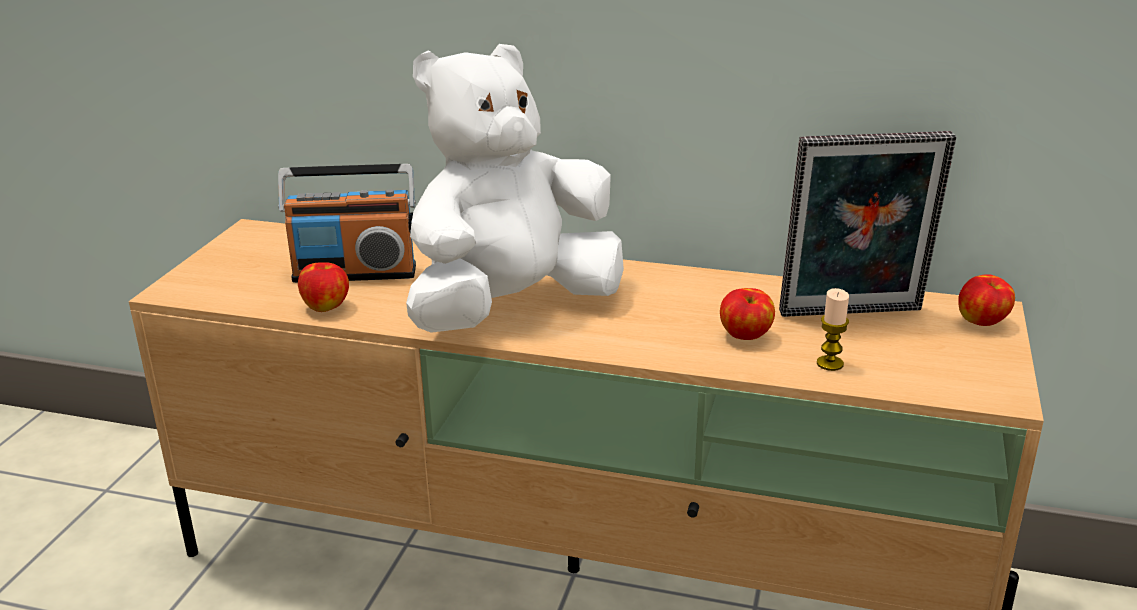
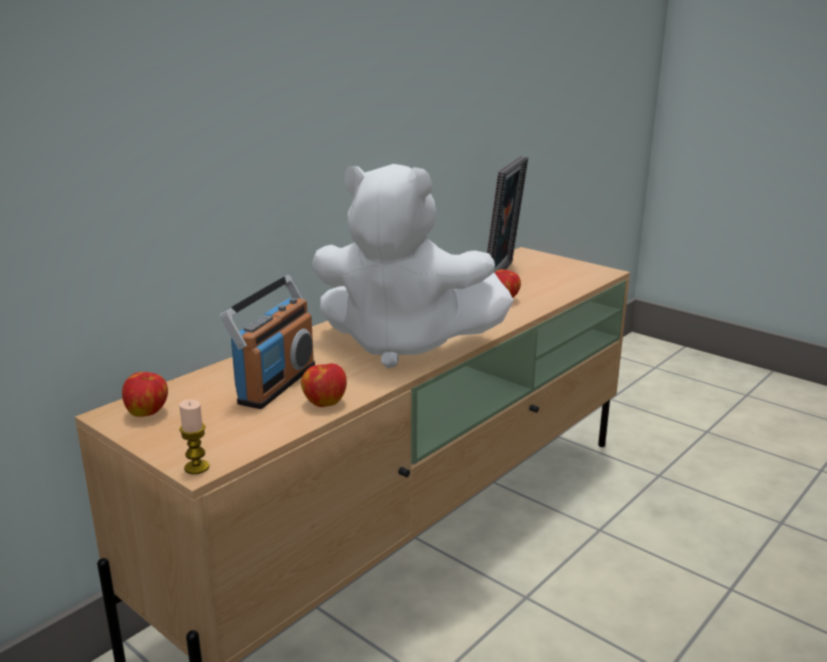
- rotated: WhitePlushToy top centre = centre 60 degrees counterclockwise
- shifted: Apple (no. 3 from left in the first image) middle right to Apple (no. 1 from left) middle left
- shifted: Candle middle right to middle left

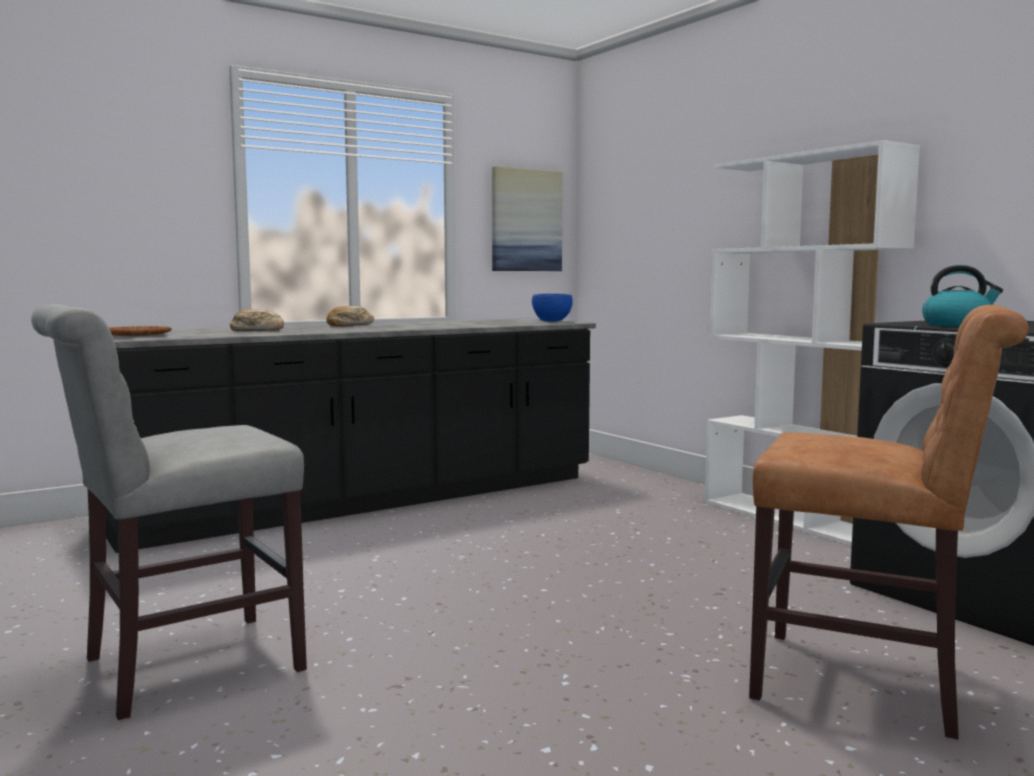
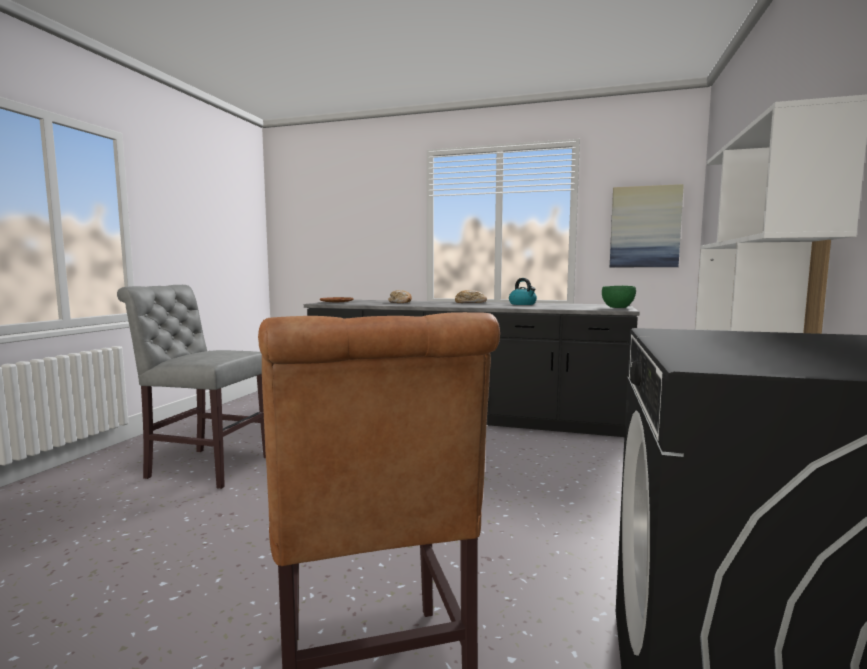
- shifted: Kettle middle right to centre
- repainted: BlueBowl centre to GreenBowl middle right

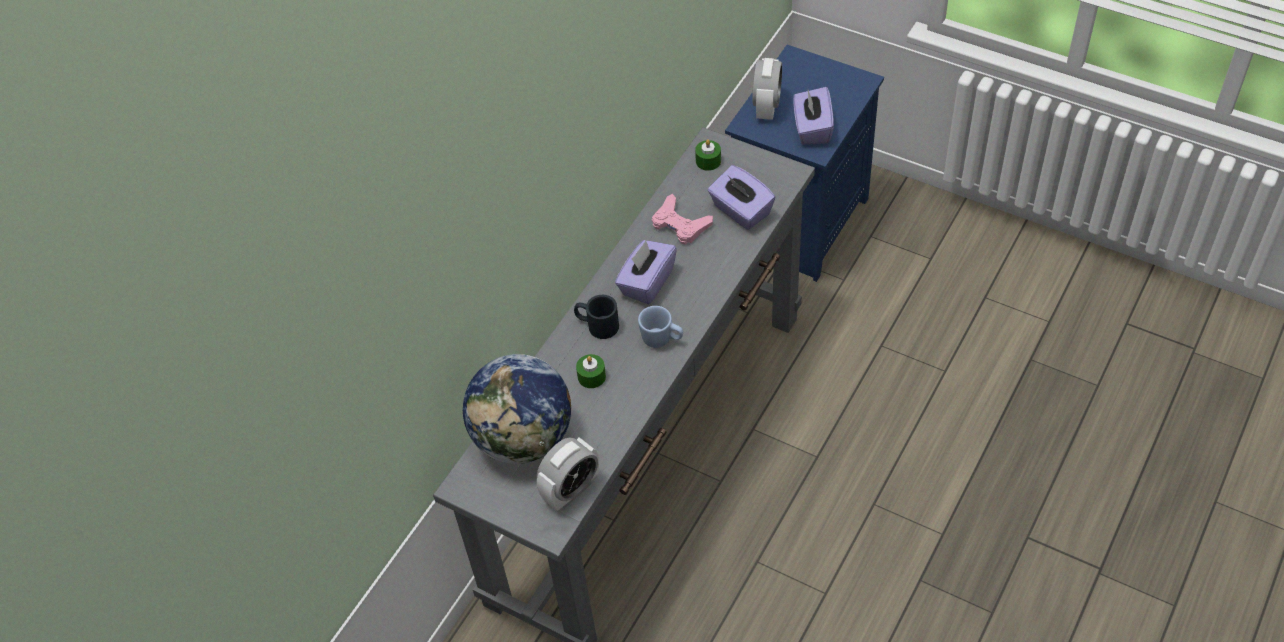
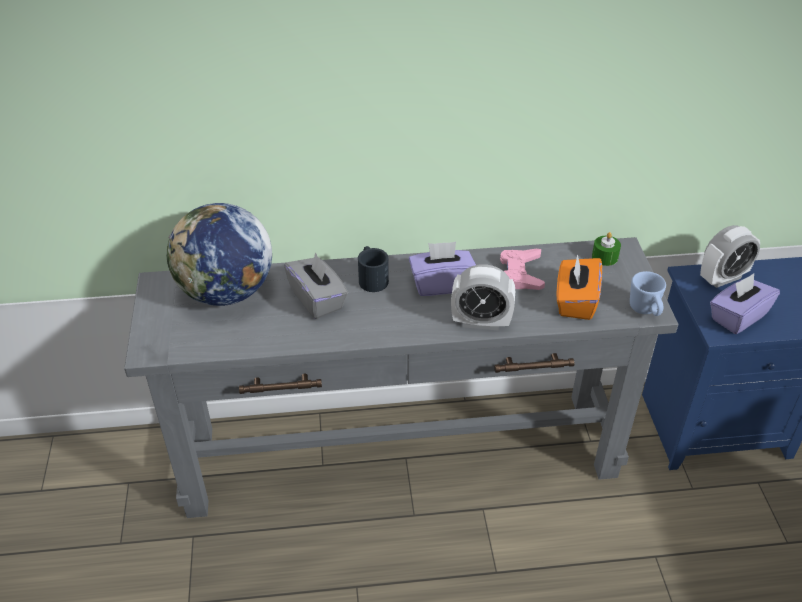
- repainted: PurpleTissueBox (no. 2 from left) top centre to OrangeTissueBox middle right
- shifted: BlueMug centre to middle right
- swapped: GreenCandle (no. 1 from left) centre to GreyTissueBox centre
- shifted: AlarmClock (no. 1 from left) bottom centre to centre

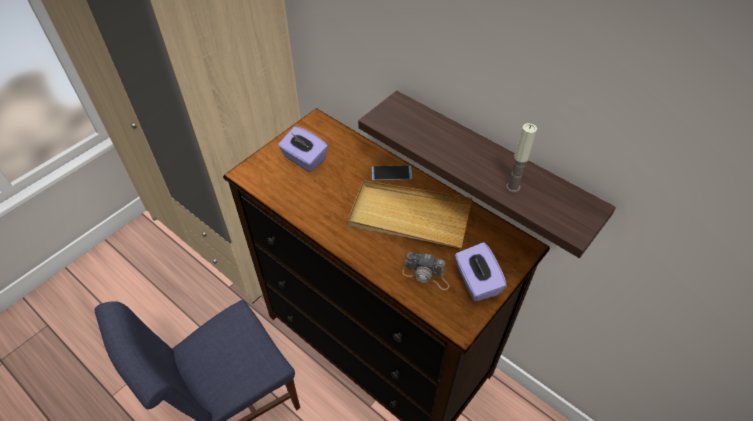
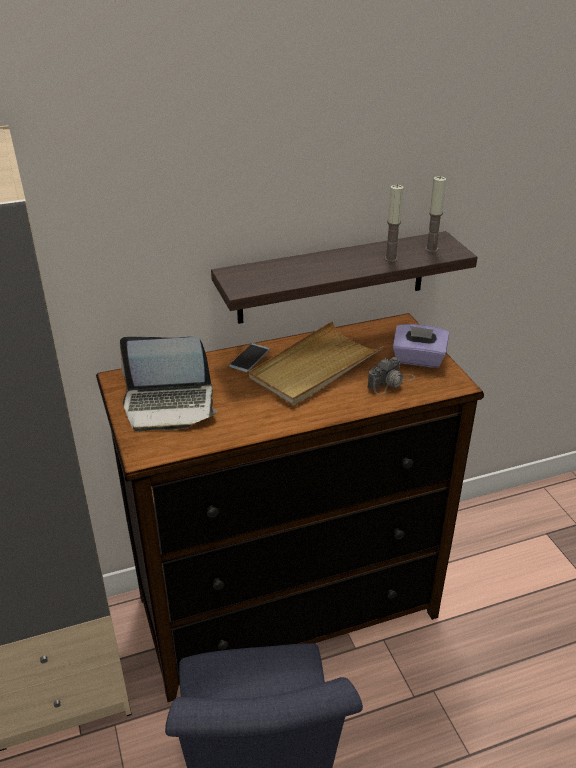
- swapped: PurpleTissueBox (no. 1 from left) centre to Laptop middle left
- new: Candle (no. 2 from left) top right

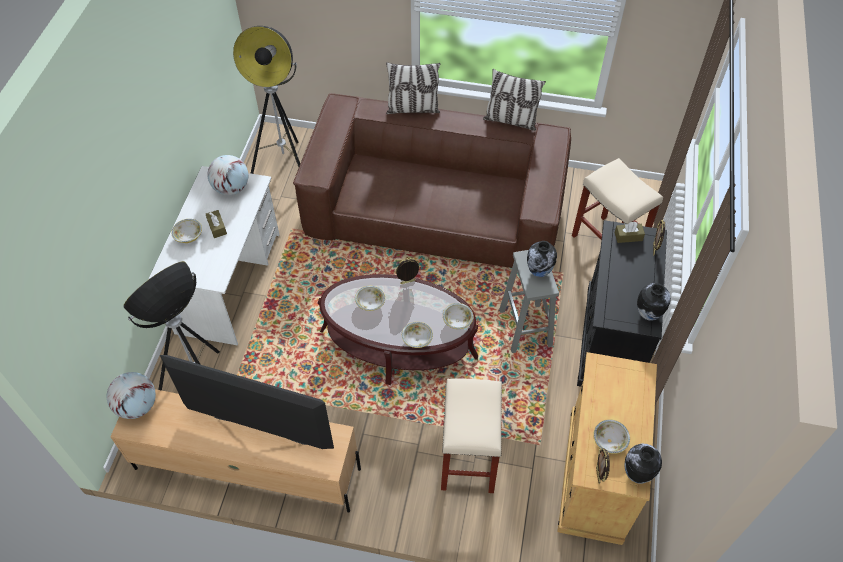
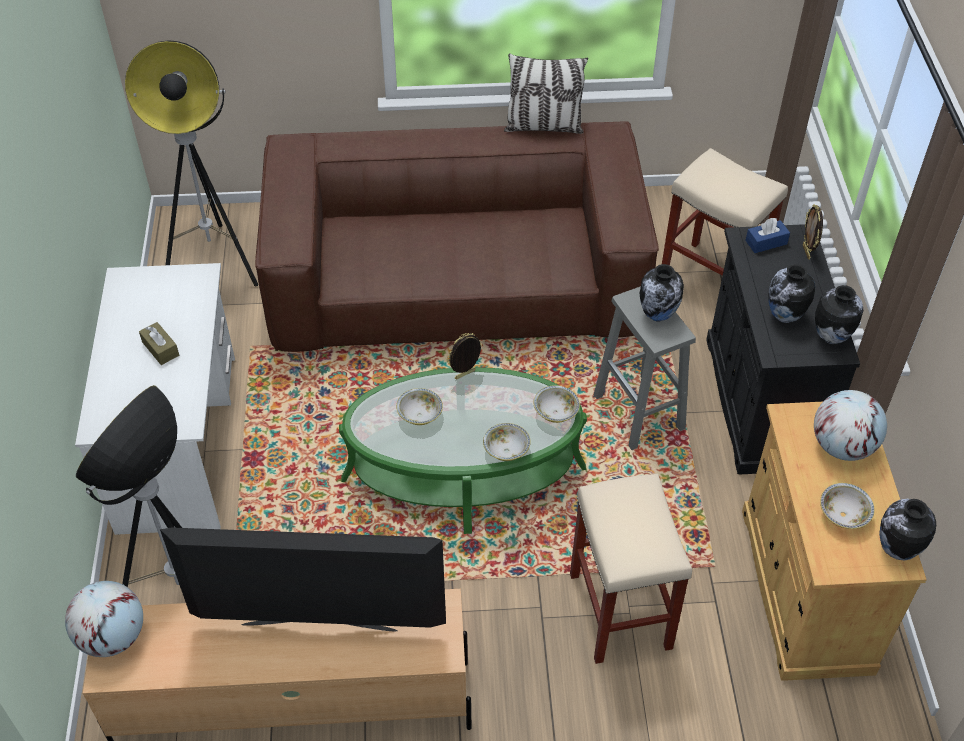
- gone: Pillow (no. 1 from left) top centre
- shifted: Globe (no. 2 from left) top left to middle right
- gone: Bowl (no. 1 from left) middle left
- repainted: BrownTissueBox (no. 2 from left) middle right to BlueTissueBox top right
- repainted: BrownCoffeeTable centre to GreenCoffeeTable centre
- gone: PictureFrame (no. 2 from left) bottom right
- new: Vase (no. 2 from left) middle right

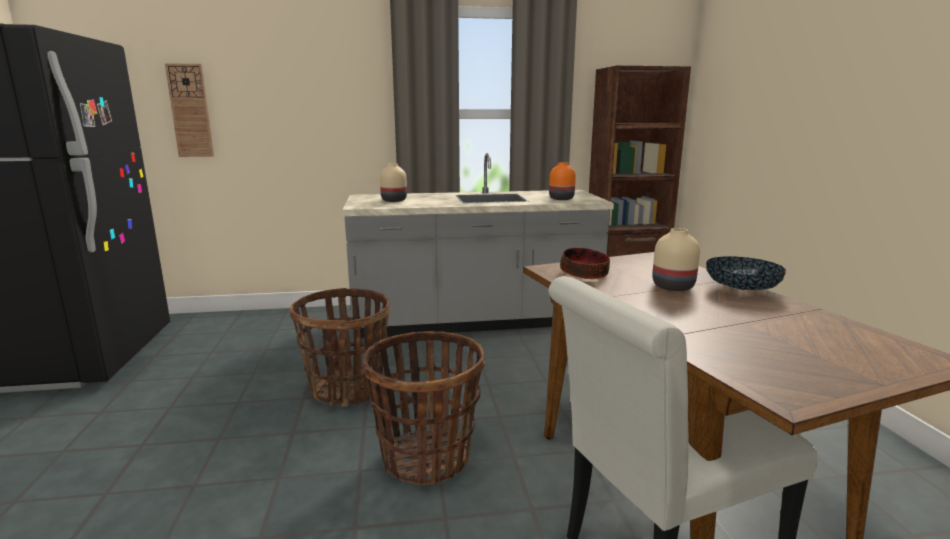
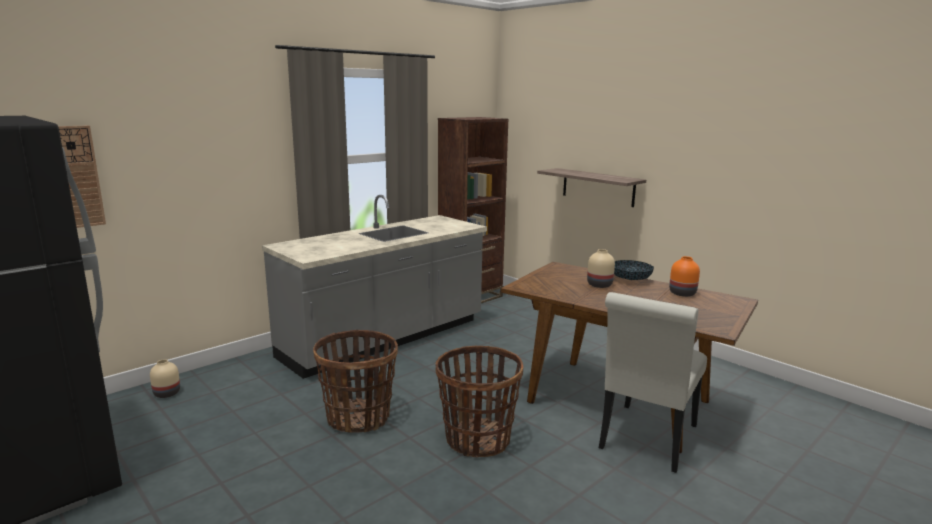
- shifted: OrangeVase centre to middle right
- shifted: BeigeVase (no. 1 from left) centre to bottom left
- gone: Bowl (no. 1 from left) centre
- new: Shelf centre

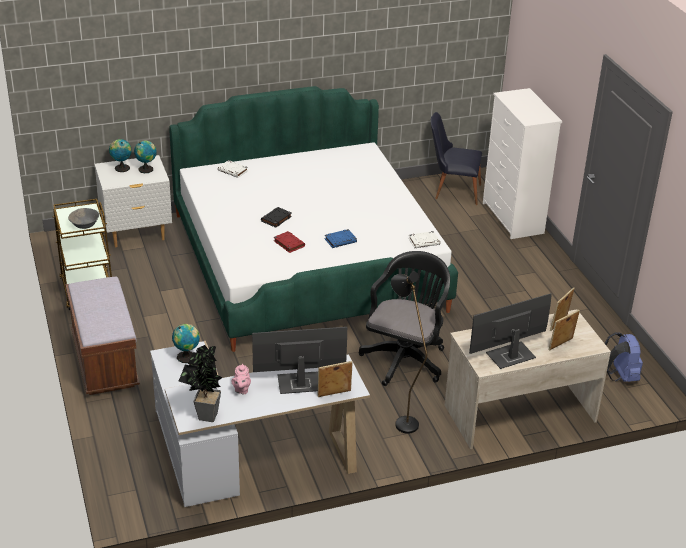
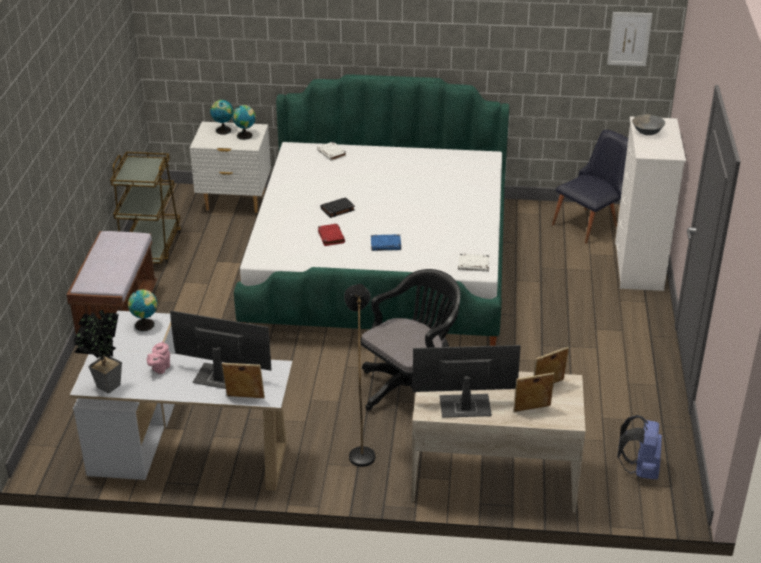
- rotated: BlackChair top centre = top right 105 degrees clockwise
- shifted: GreyBowl middle left to top right
- new: Picture top right

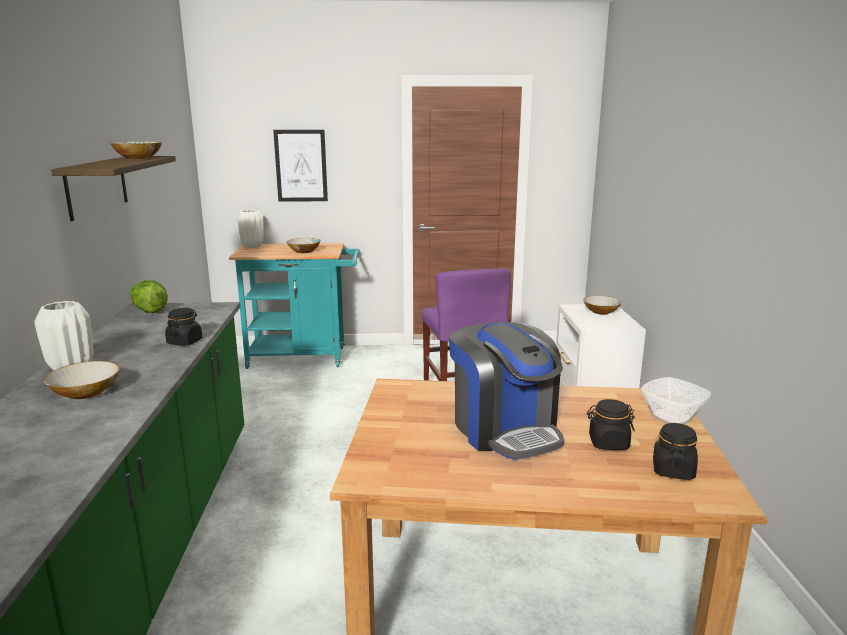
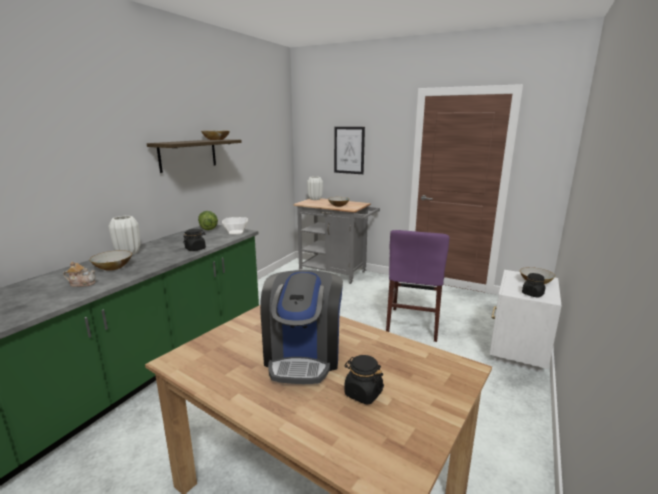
- repainted: TurquoiseCart centre to GreyCart centre
- shifted: Bowl (no. 5 from left in the first image) middle right to Bowl (no. 3 from left) centre
- shifted: BlackJar (no. 3 from left) bottom right to middle right
- new: Teapot middle left

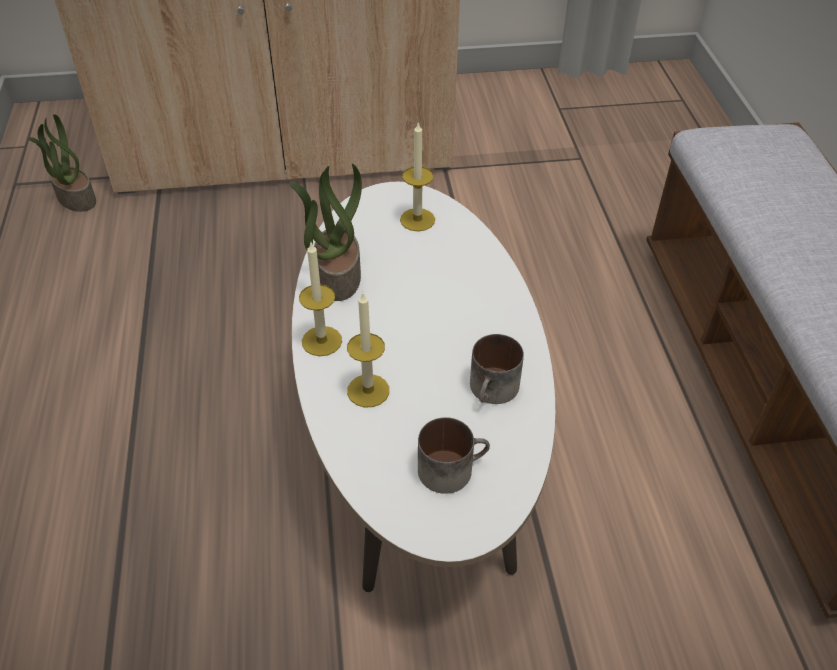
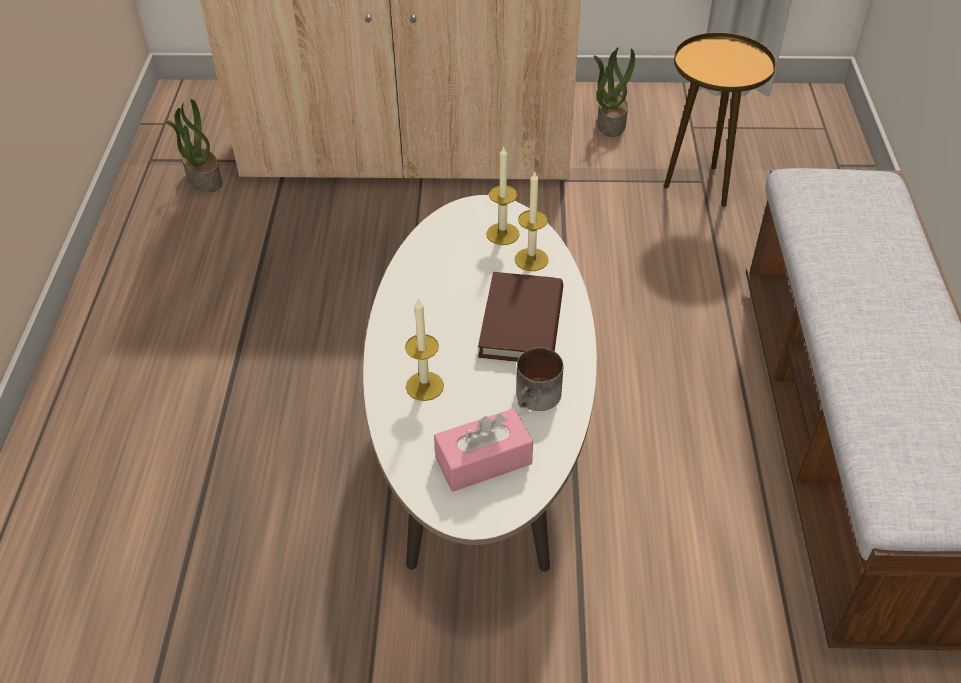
- shifted: PottedPlant (no. 2 from left) centre to top centre
- shifted: Candle (no. 1 from left in the first image) centre to Candle (no. 3 from left) top centre
- swapped: Mug (no. 1 from left) bottom centre to PinkTissueBox centre
- new: BrownSideTable top right
- new: BrownBook centre

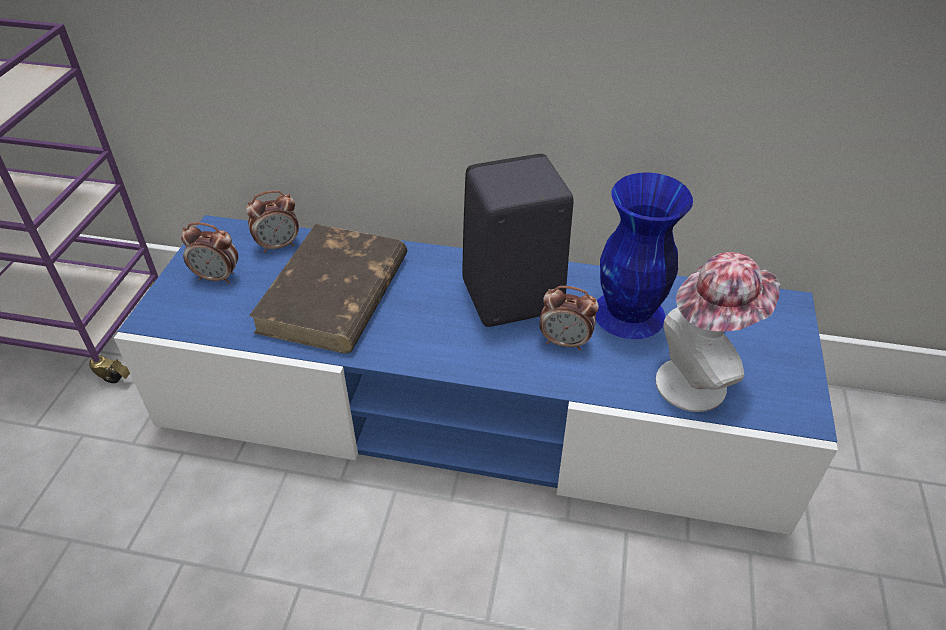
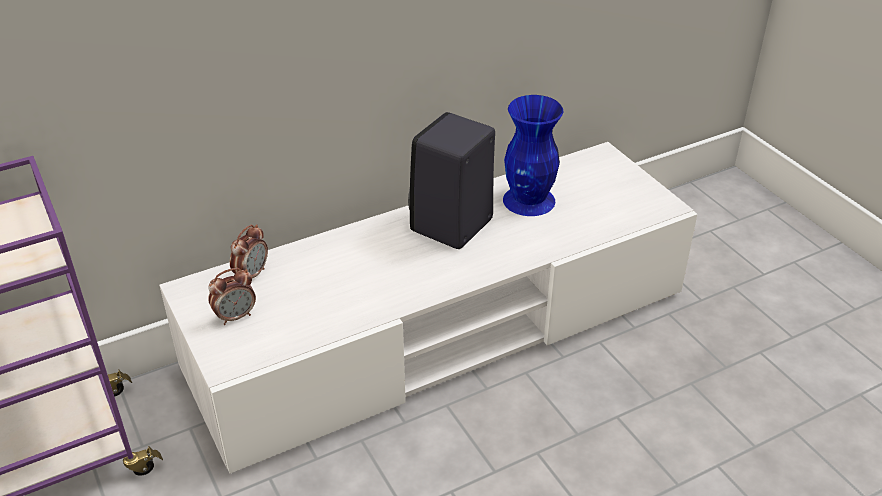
- repainted: BlueTvStand centre to WhiteTvStand centre
- gone: BrownBook centre
- gone: Hat middle right
- gone: AlarmClock (no. 3 from left) centre

